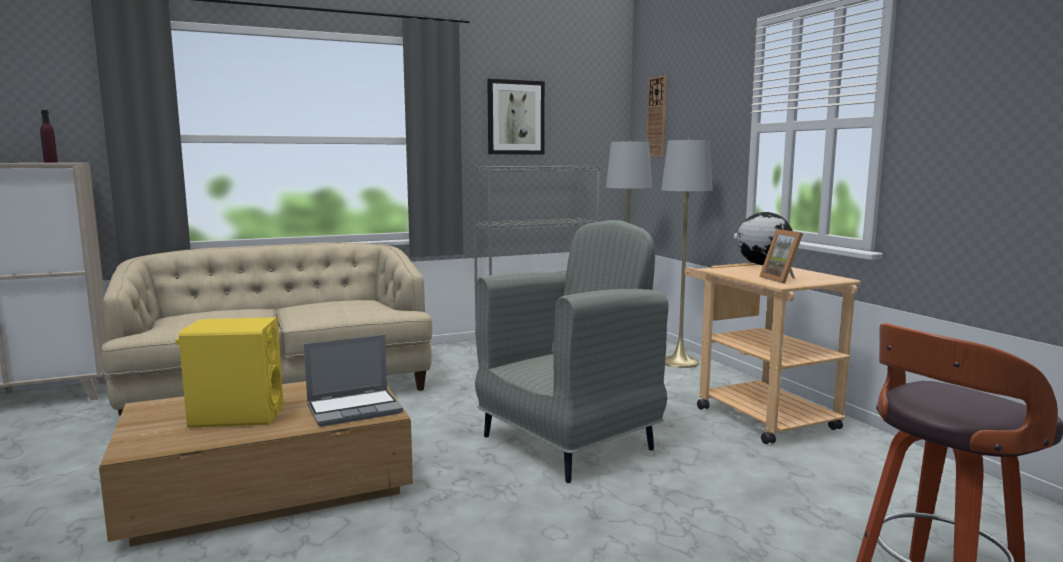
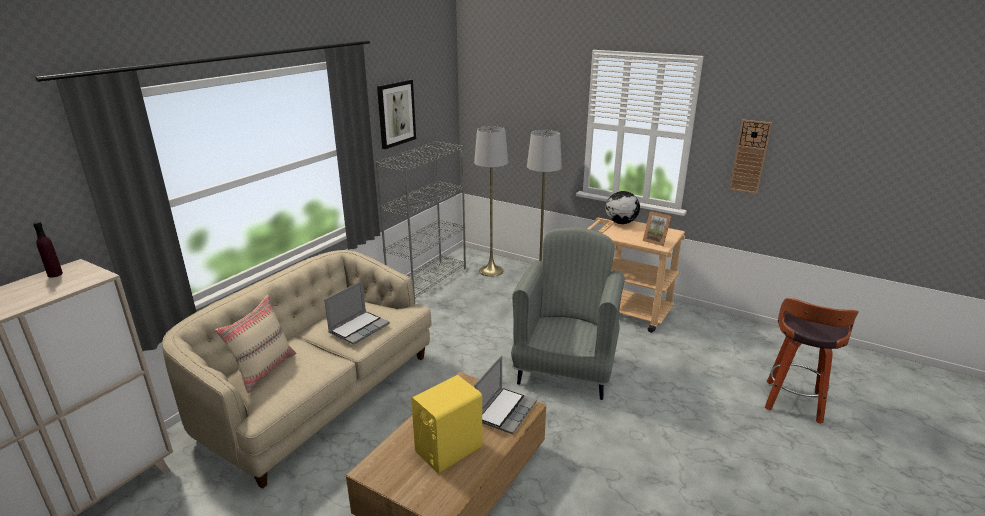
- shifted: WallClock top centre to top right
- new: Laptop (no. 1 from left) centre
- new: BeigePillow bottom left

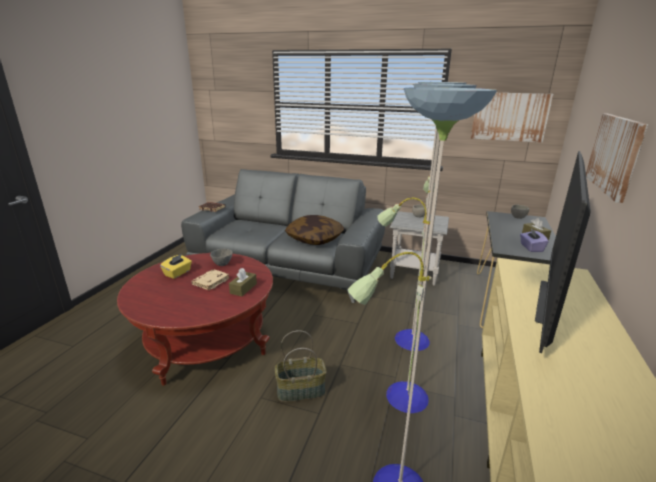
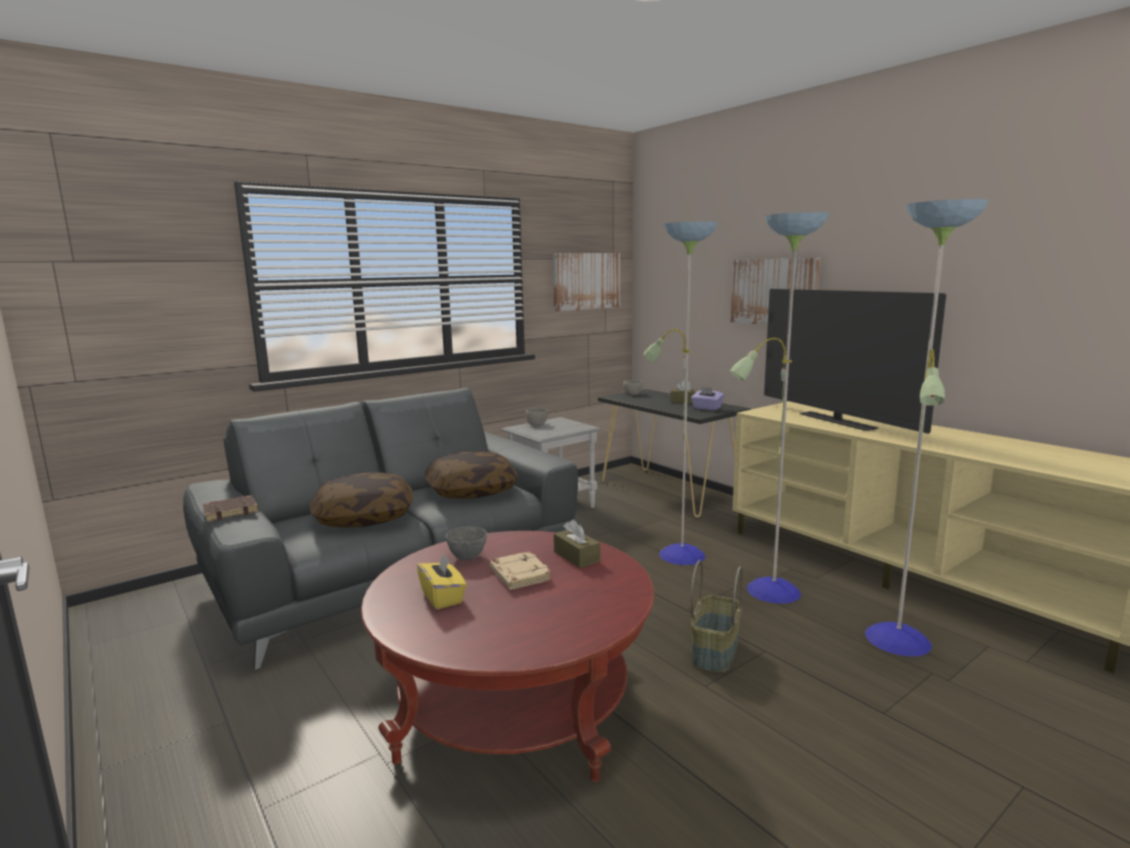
- new: Pillow (no. 1 from left) middle left

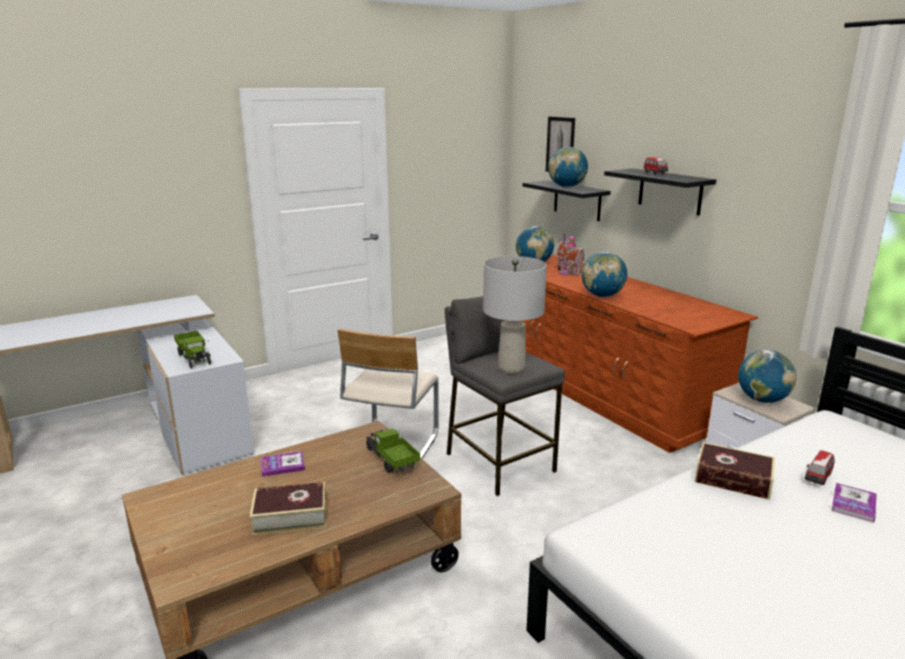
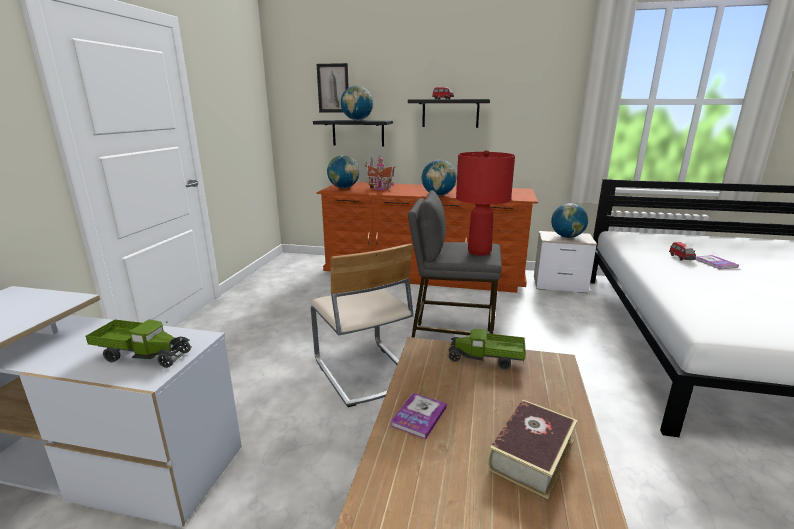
- repainted: GreyTableLamp centre to RedTableLamp centre
- gone: Book (no. 3 from left) bottom right

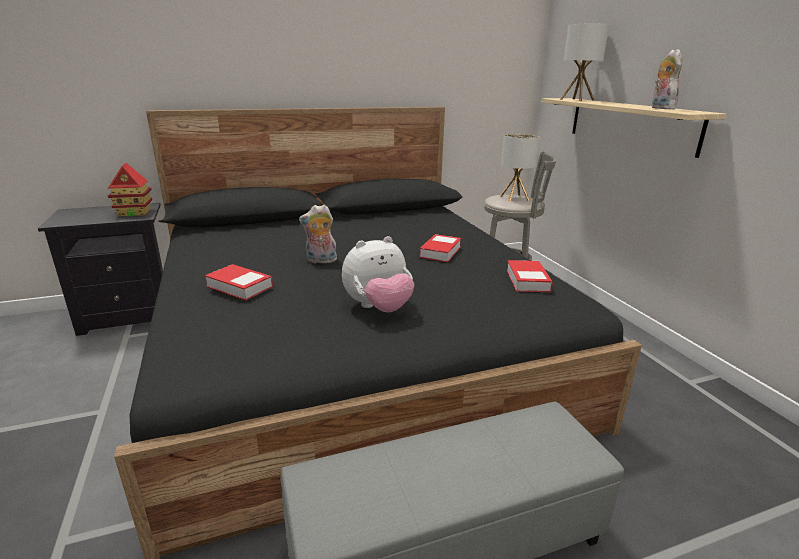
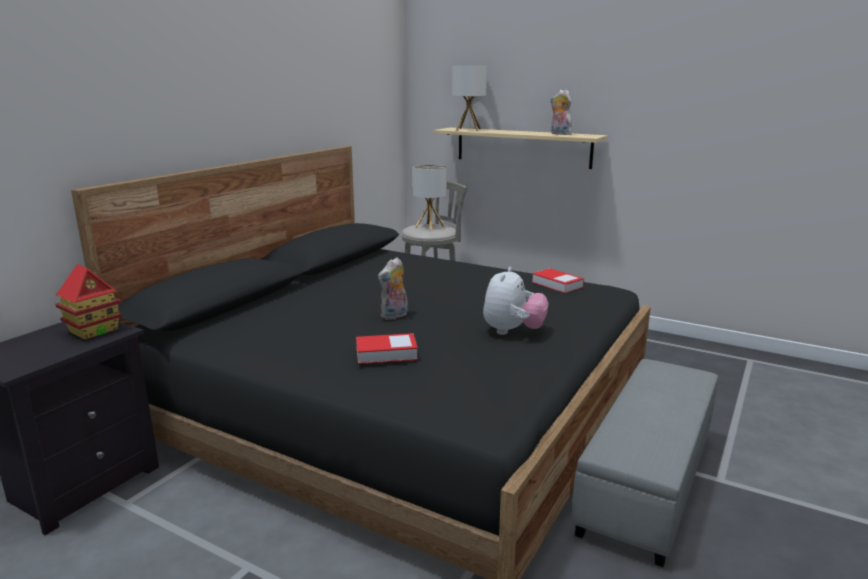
- gone: Book (no. 2 from left) centre

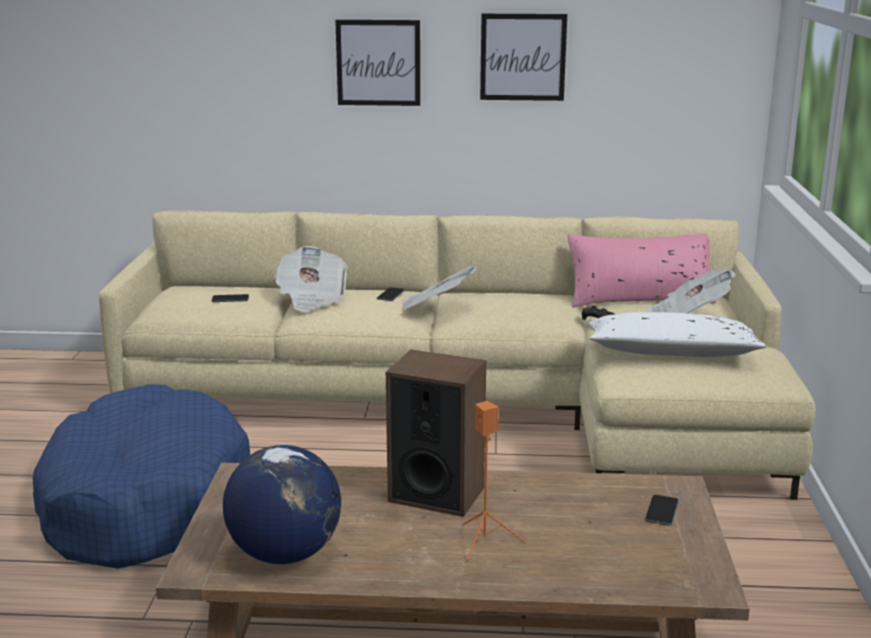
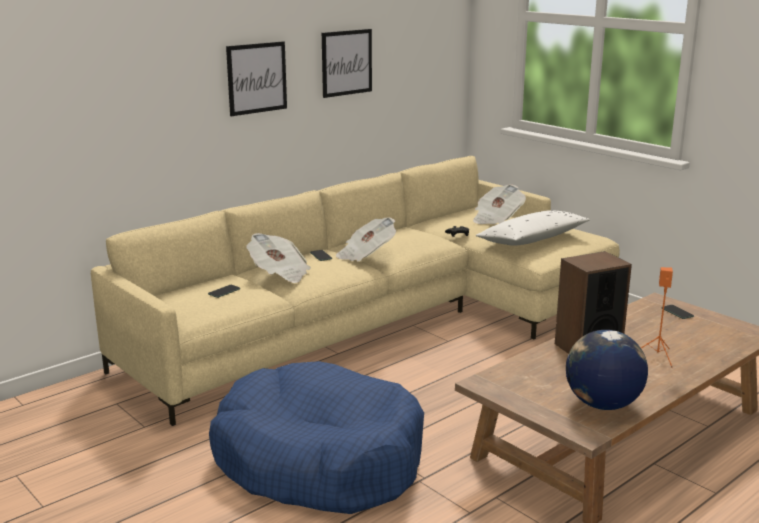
- gone: PinkPillow middle right

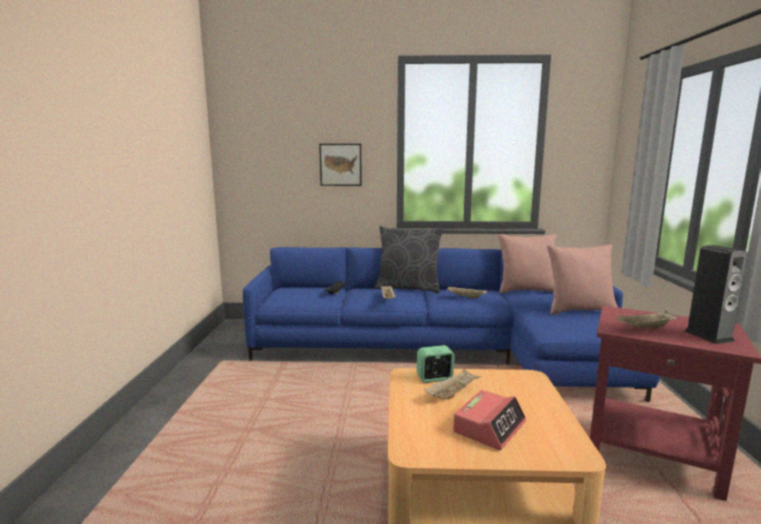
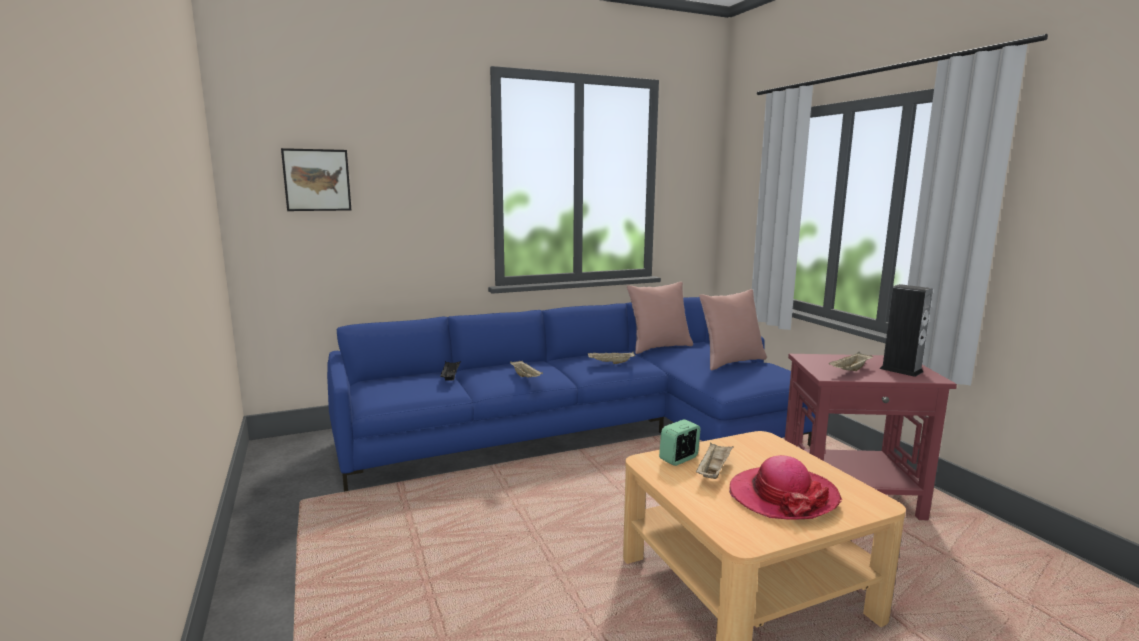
- shifted: Picture top centre to top left
- gone: GreyPillow centre
- swapped: AlarmClock (no. 2 from left) bottom centre to Hat bottom right

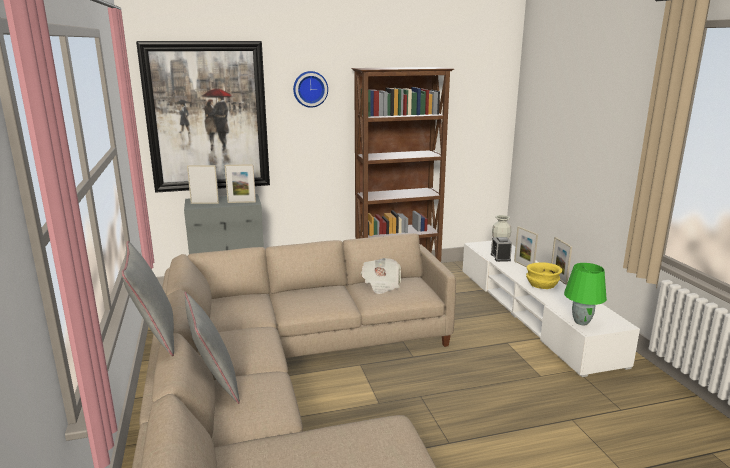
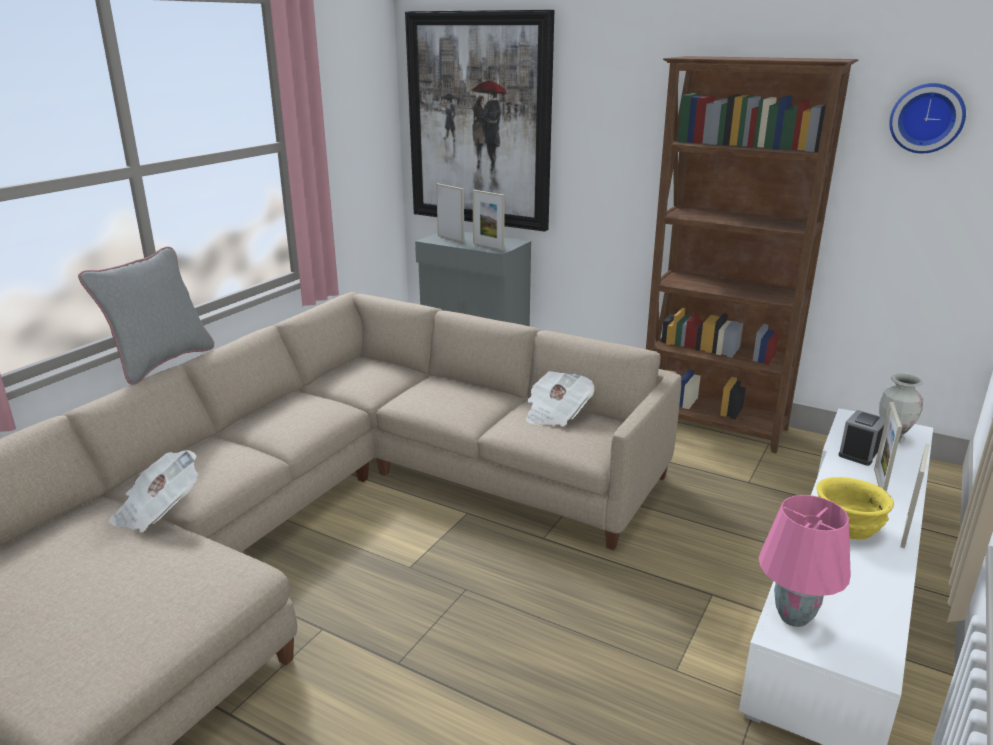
- shifted: WallClock top centre to top right
- repainted: GreenTableLamp middle right to PinkTableLamp bottom right
- gone: GreyPillow (no. 2 from left) bottom left
- new: Newspaper (no. 1 from left) middle left

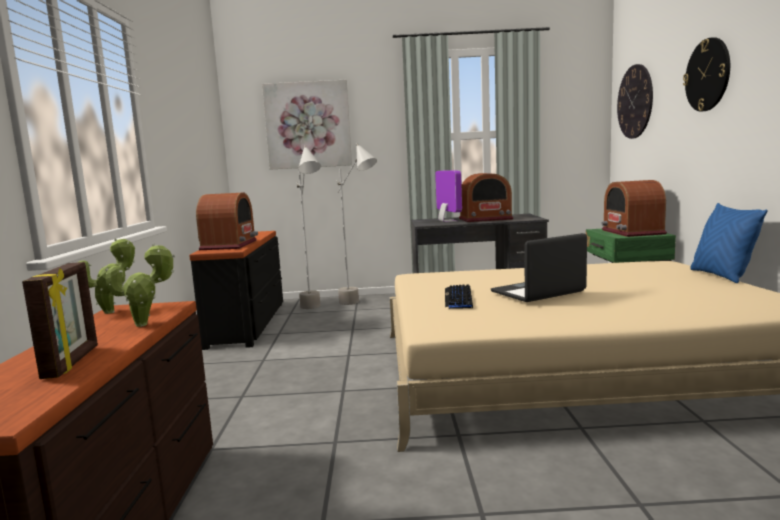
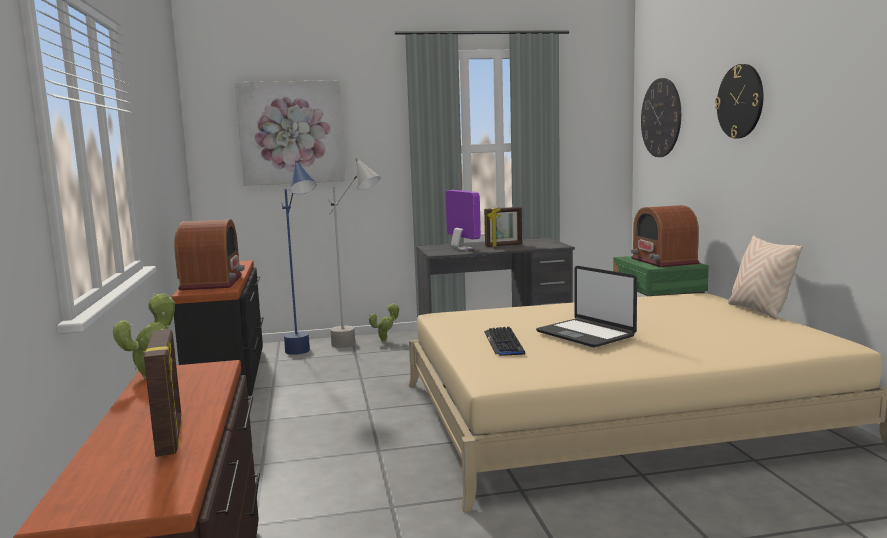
- repainted: GreyFloorLamp (no. 1 from left) centre to BlueFloorLamp centre
- swapped: Radio (no. 2 from left) centre to PictureFrame (no. 2 from left) centre
- repainted: BluePillow middle right to BeigePillow middle right
- rotated: Laptop middle right = centre 90 degrees counterclockwise
- shifted: PottedPlant (no. 2 from left) middle left to centre

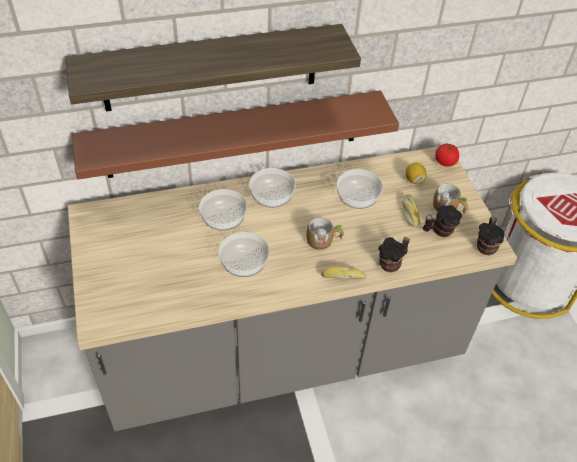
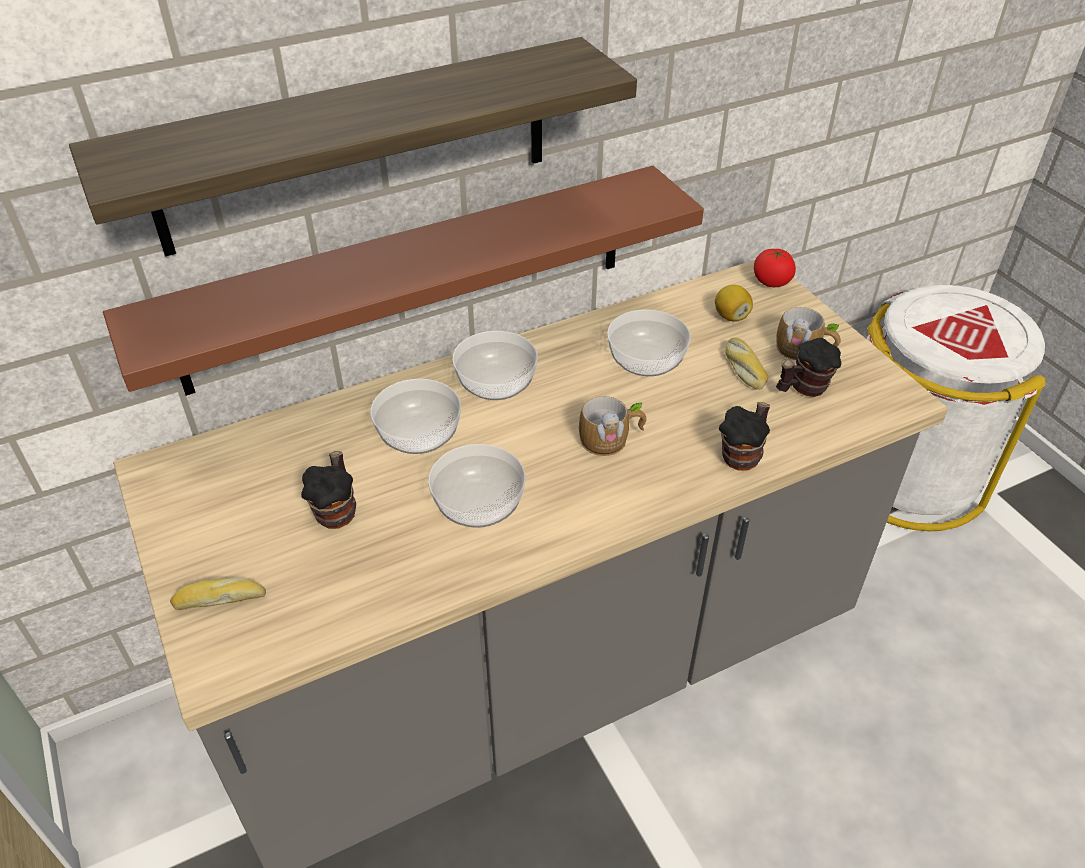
- shifted: Mug (no. 5 from left in the first image) middle right to Mug (no. 1 from left) middle left
- shifted: Bread (no. 1 from left) centre to bottom left

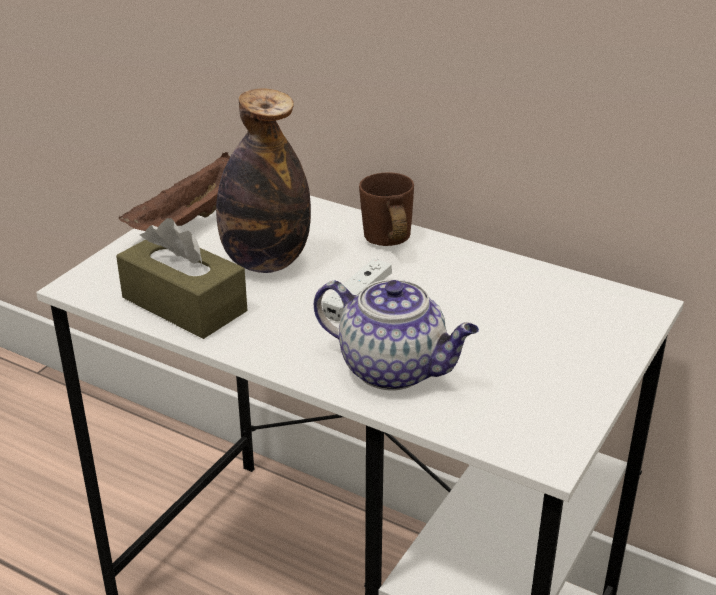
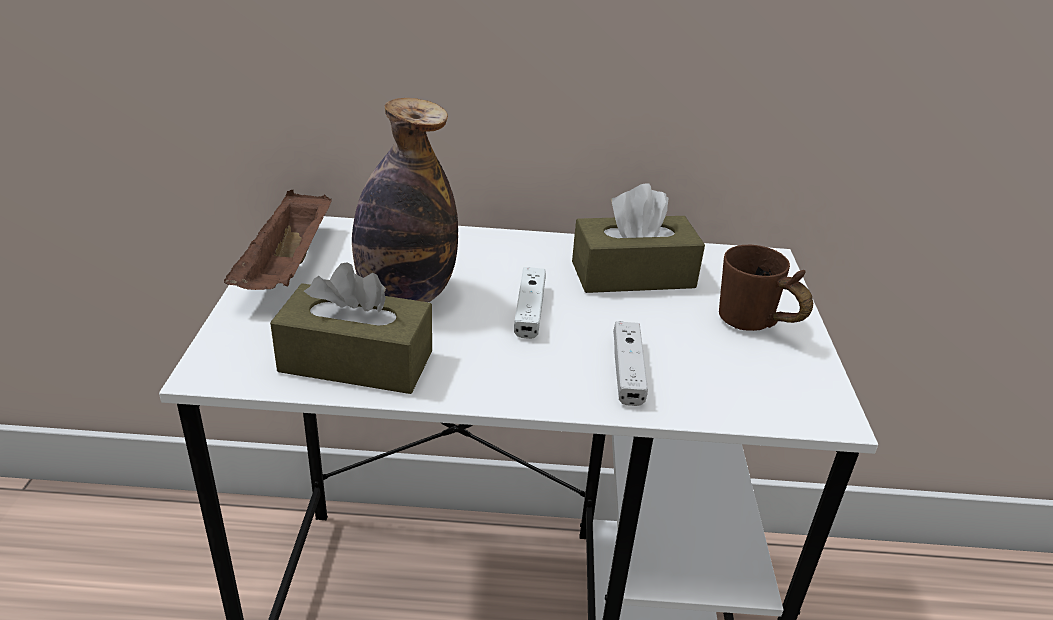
- shifted: BrownMug centre to middle right
- swapped: Teapot centre to WhiteGameController (no. 2 from left) centre
- new: BrownTissueBox (no. 2 from left) centre

